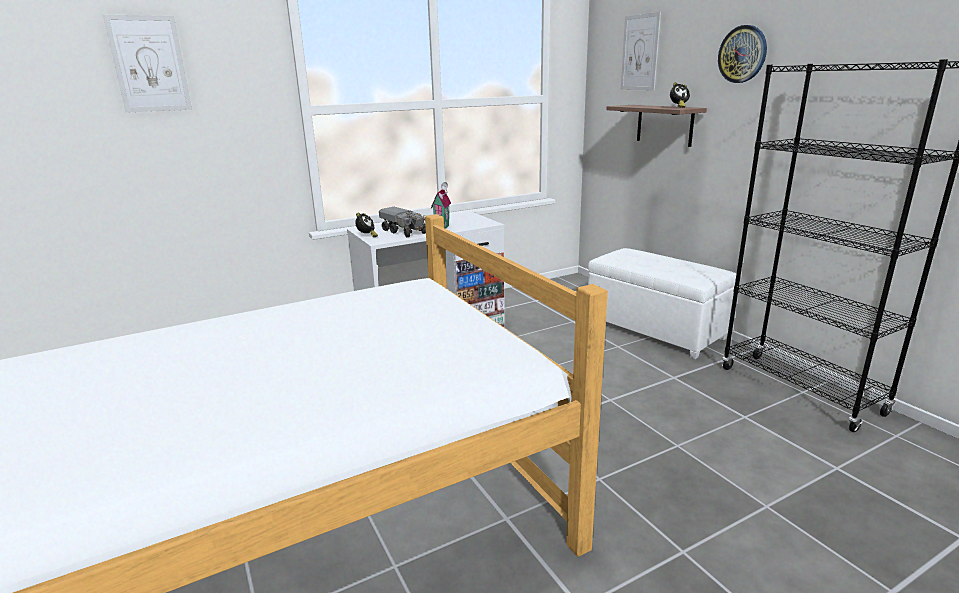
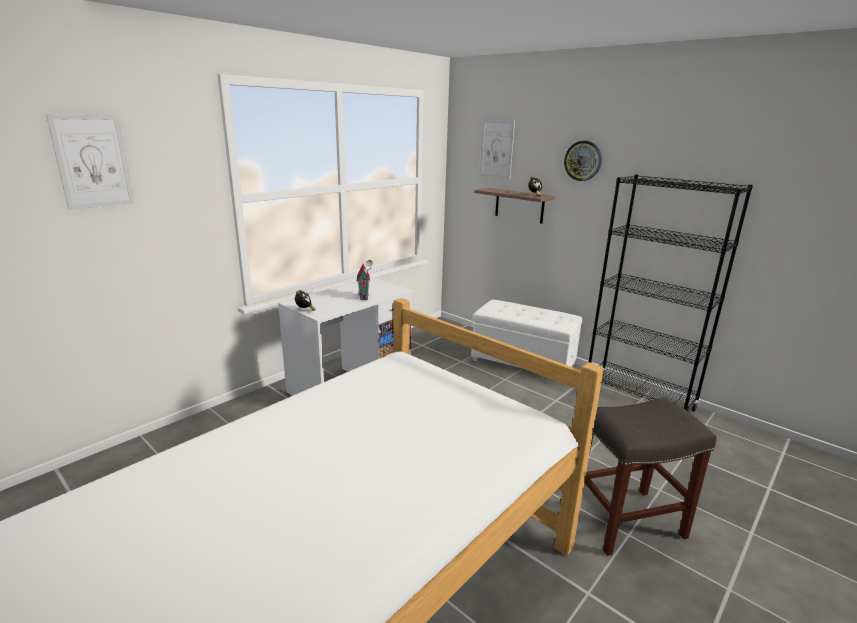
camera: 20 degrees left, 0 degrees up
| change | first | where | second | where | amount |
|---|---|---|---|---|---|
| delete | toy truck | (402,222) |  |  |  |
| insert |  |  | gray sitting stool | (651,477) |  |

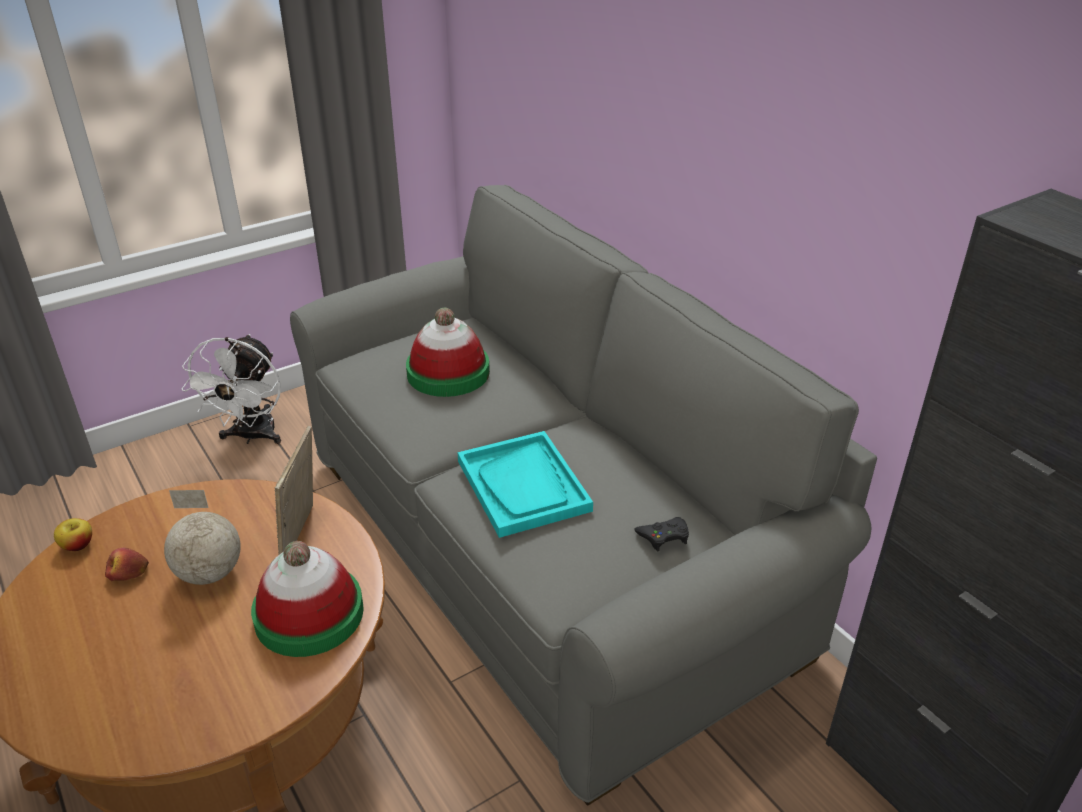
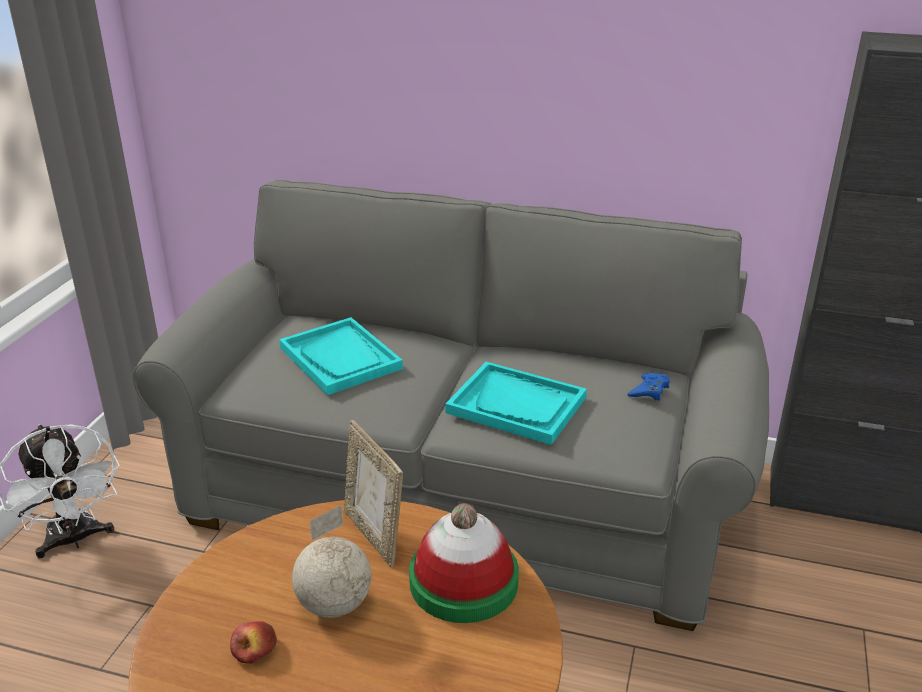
camera: 40 degrees left, 5 degrees down
| change | first | where | second | where | amount |
|---|---|---|---|---|---|
| replace | wearable hat | (448,352) | turquoise tray | (341,356) |  |
| recolor | blackish game controller | (661,534) | blue-coloured game controller | (648,387) |  |
| delete | apple | (73,534) |  |  |  |

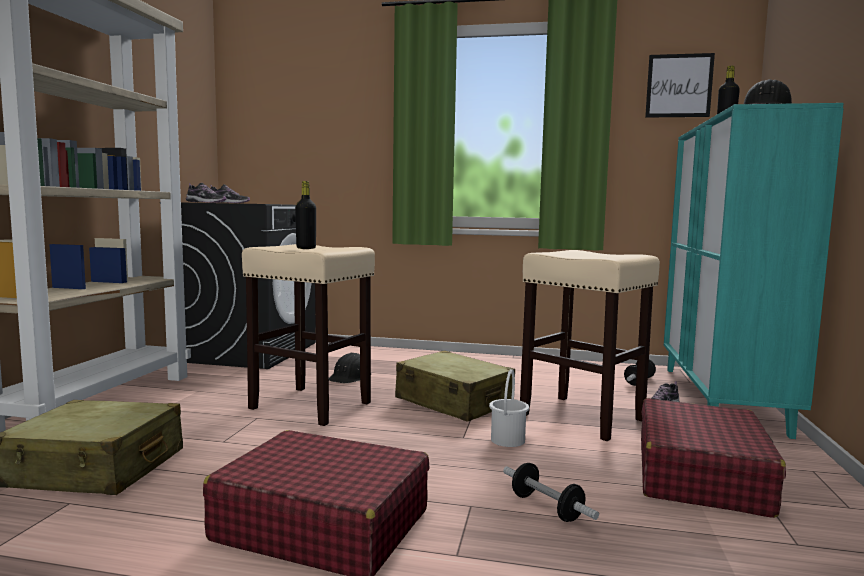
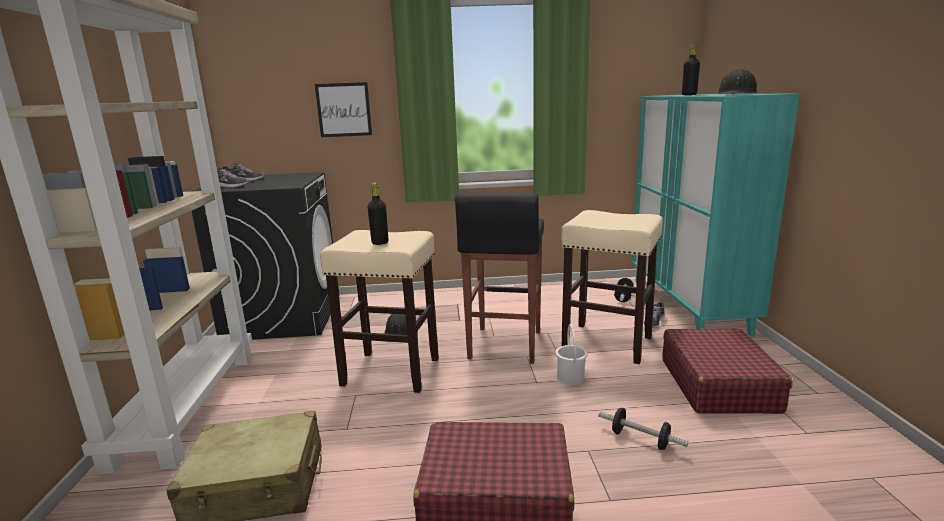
camera: 15 degrees left, 10 degrees up
| change | first | where | second | where | amount |
|---|---|---|---|---|---|
| move | wall picture | (680,85) |  | (343,109) |  |
| replace | beige-coloured piece of luggage | (455,386) | blackish sitting stool | (499,278) |  |

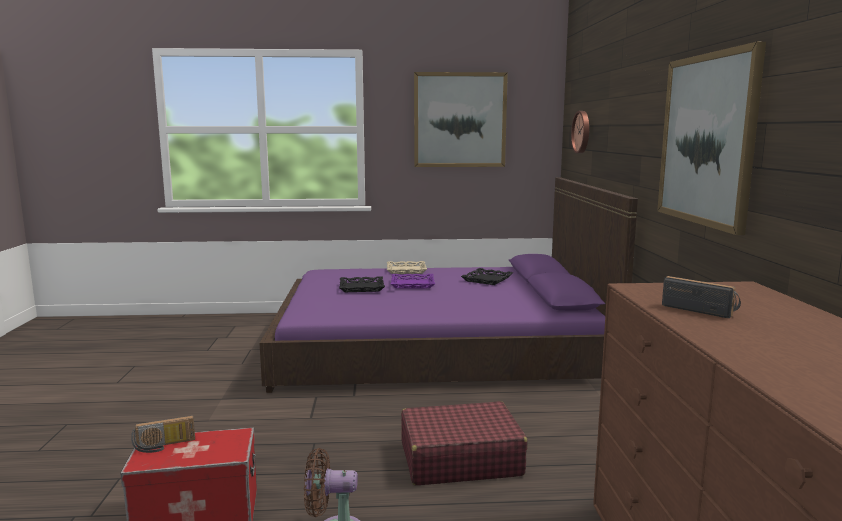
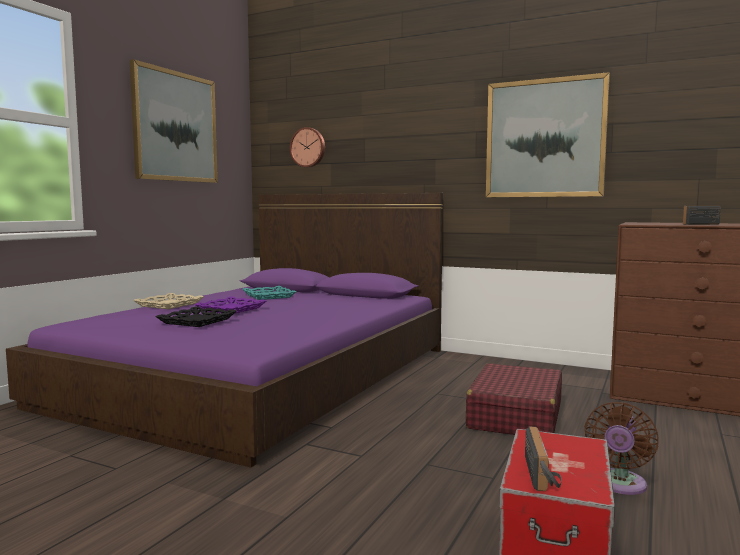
camera: 60 degrees left, 5 degrees down
| change | first | where | second | where | amount |
|---|---|---|---|---|---|
| recolor | blackish tray | (487,276) | turquoise tray | (269,293) |  |

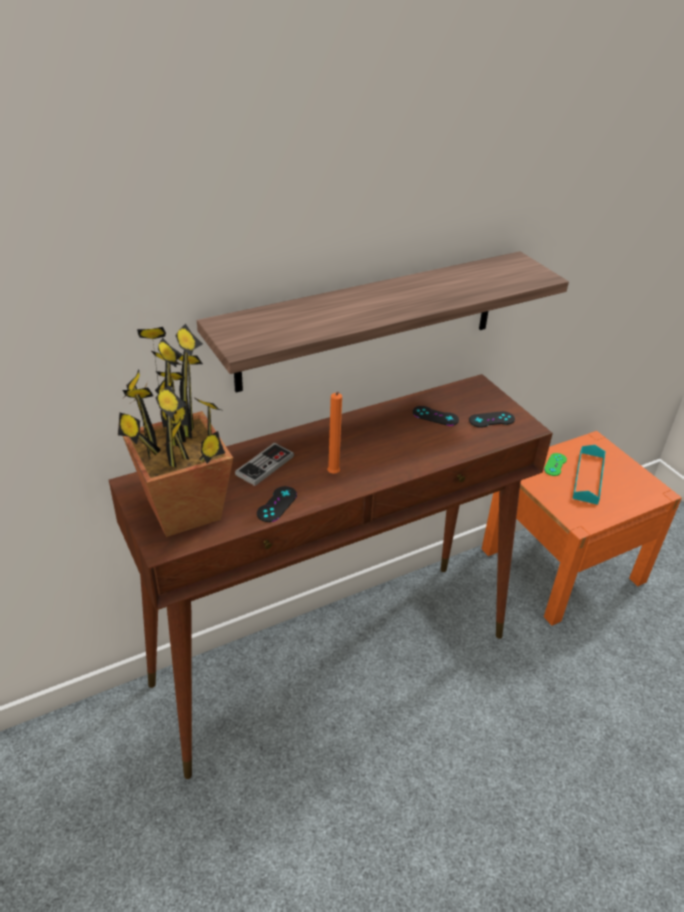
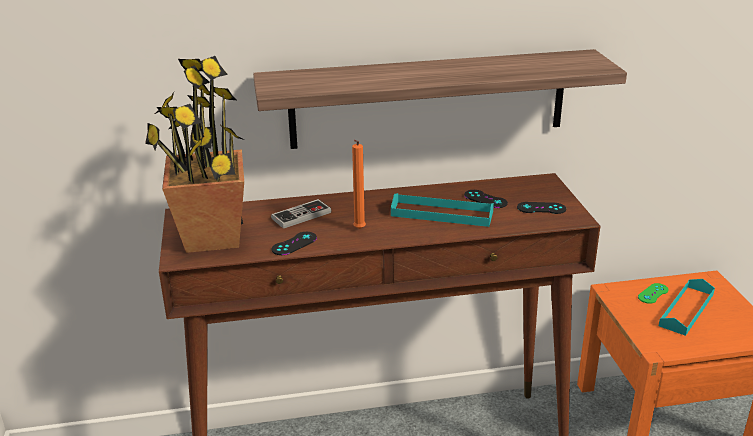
camera: 20 degrees right, 10 degrees down
| change | first | where | second | where | amount |
|---|---|---|---|---|---|
| insert |  |  | turquoise tray | (442,210) |  |

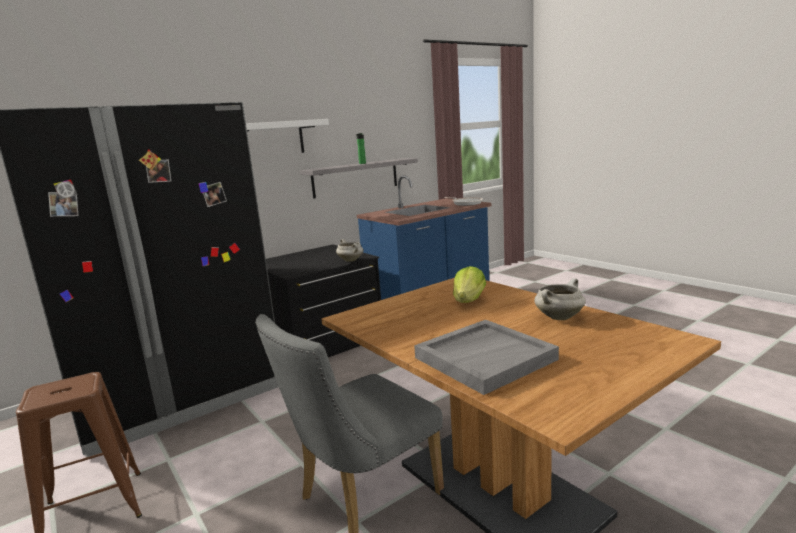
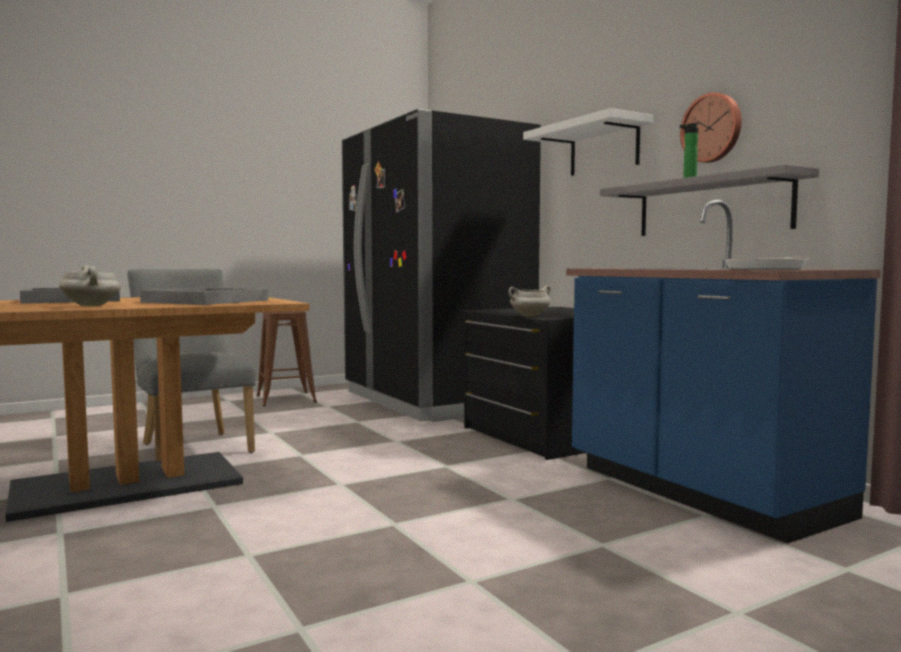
camera: 95 degrees right, 10 degrees down
| change | first | where | second | where | amount |
|---|---|---|---|---|---|
| replace | lettuce head | (469,284) | gray tray | (204,296) |  |
| insert |  |  | hanging clock | (711,127) |  |

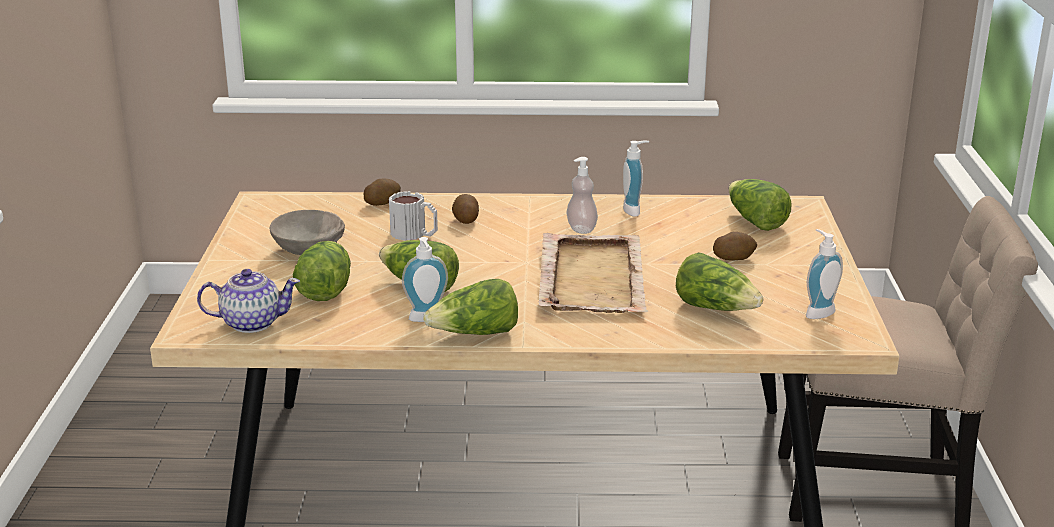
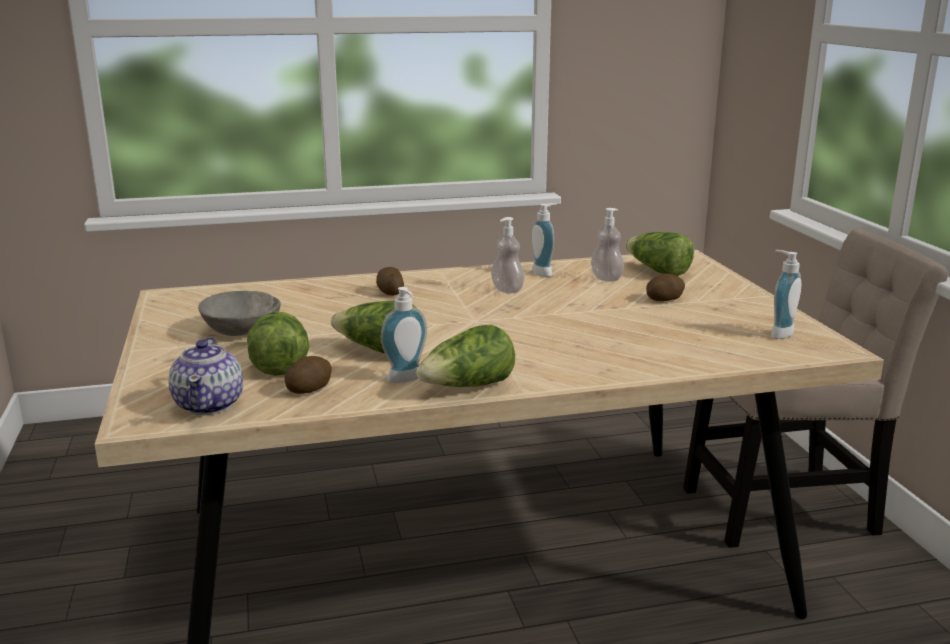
camera: 15 degrees left, 5 degrees down
| change | first | where | second | where | amount |
|---|---|---|---|---|---|
| move | whole potato | (382,192) |  | (308,375) |  |
| delete | tea mug | (413,216) |  |  |  |
| delete | beige-coloured tray | (593,273) |  |  |  |
| delete | lettuce head | (719,282) |  |  |  |
| rotate | teapot | (248,301) |  | (205,376) | 105 degrees clockwise |
| insert |  |  | soap bottle | (607,245) |  |

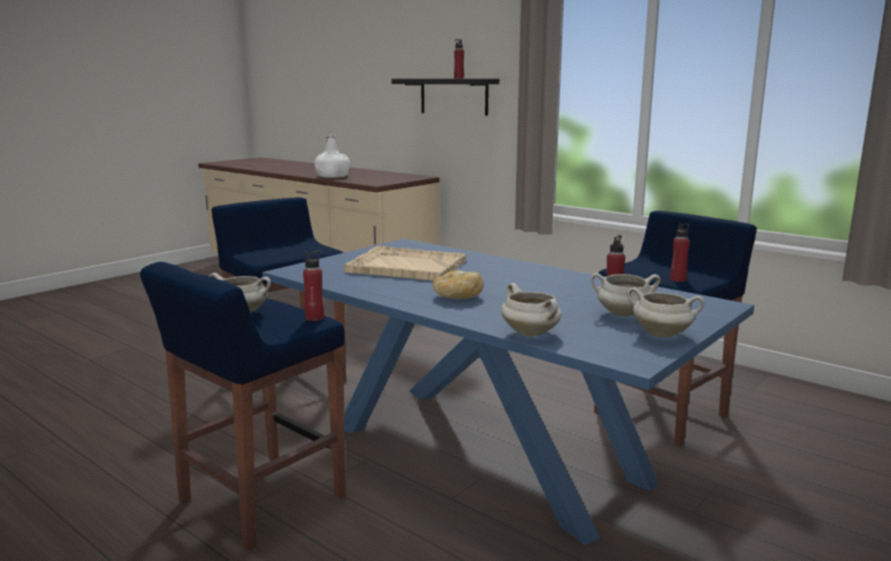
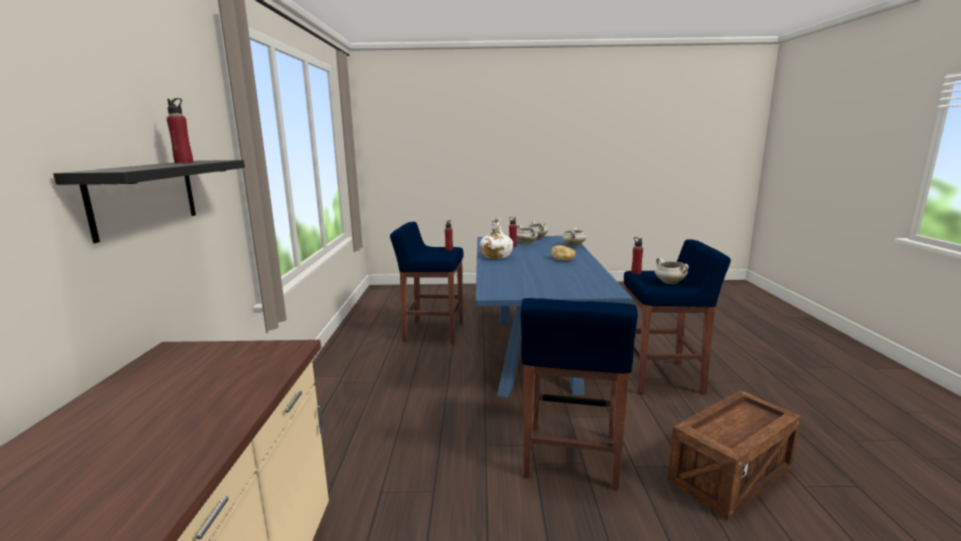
camera: 130 degrees left, 0 degrees up
| change | first | where | second | where | amount |
|---|---|---|---|---|---|
| move | whitish beverage bottle | (332,156) |  | (496,238) |  |
| delete | beige-coloured tray | (405,263) |  |  |  |
| insert |  |  | crate | (734,455) |  |

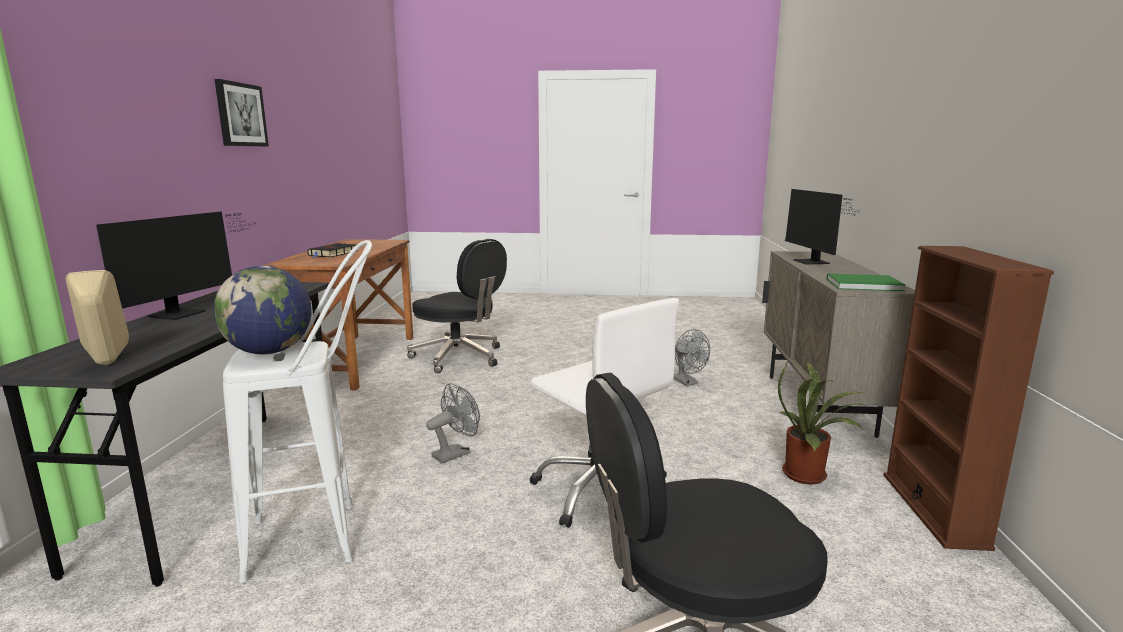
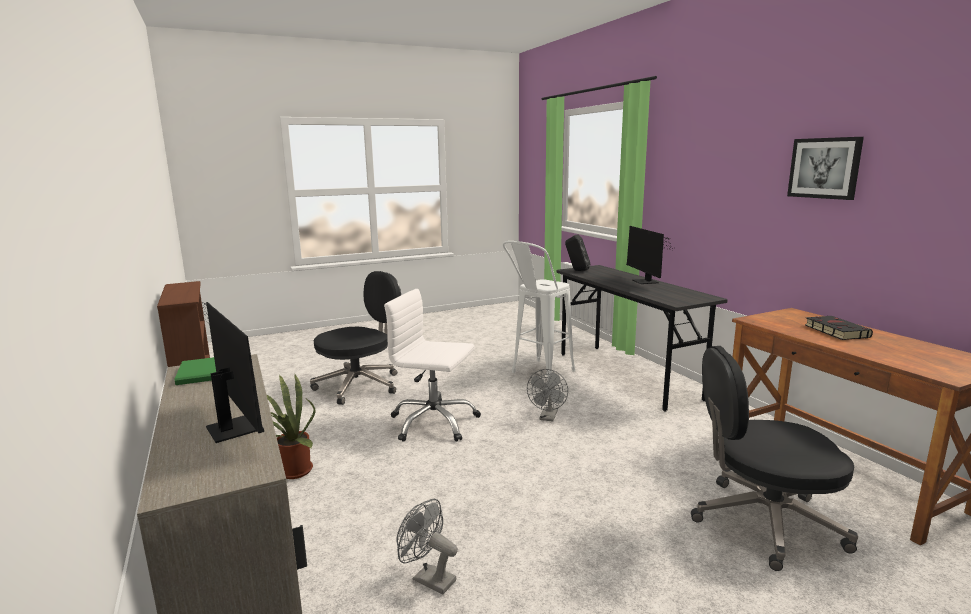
camera: 150 degrees right, 0 degrees up
| change | first | where | second | where | amount |
|---|---|---|---|---|---|
| delete | globe | (262,310) |  |  |  |
| recolor | beige-coloured speaker | (97,317) | blackish speaker | (578,252) |  |

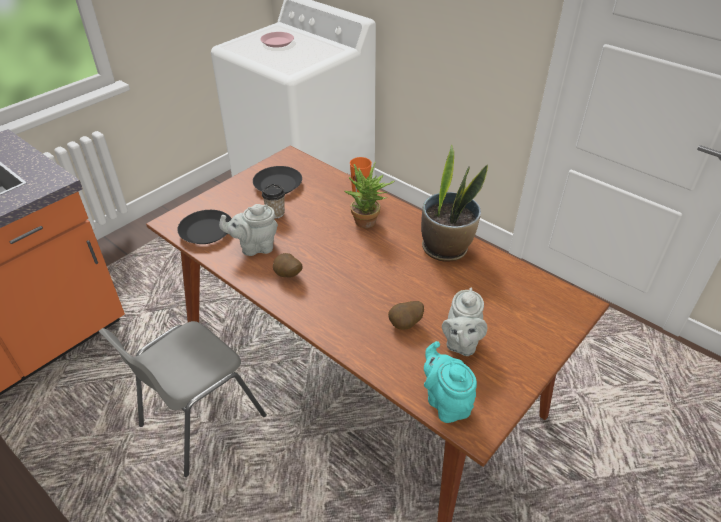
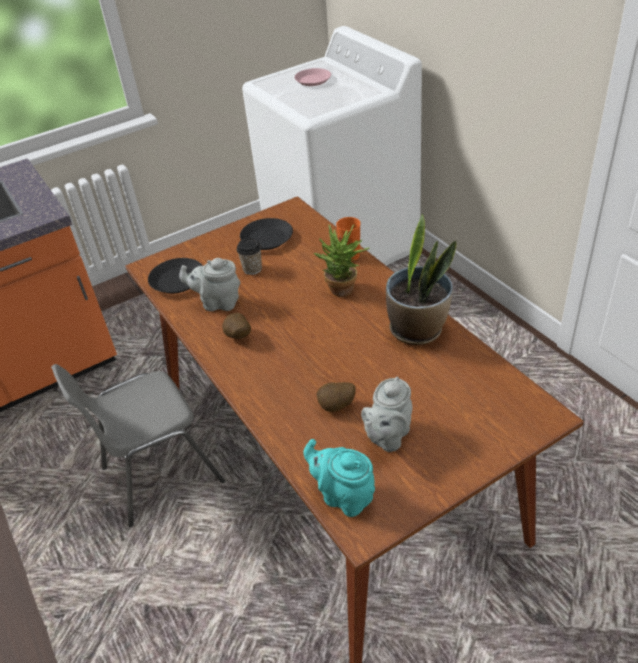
camera: 20 degrees right, 0 degrees up
| change | first | where | second | where | amount |
|---|---|---|---|---|---|
| rotate | turquoise teapot | (450,382) |  | (339,478) | 45 degrees counterclockwise |

